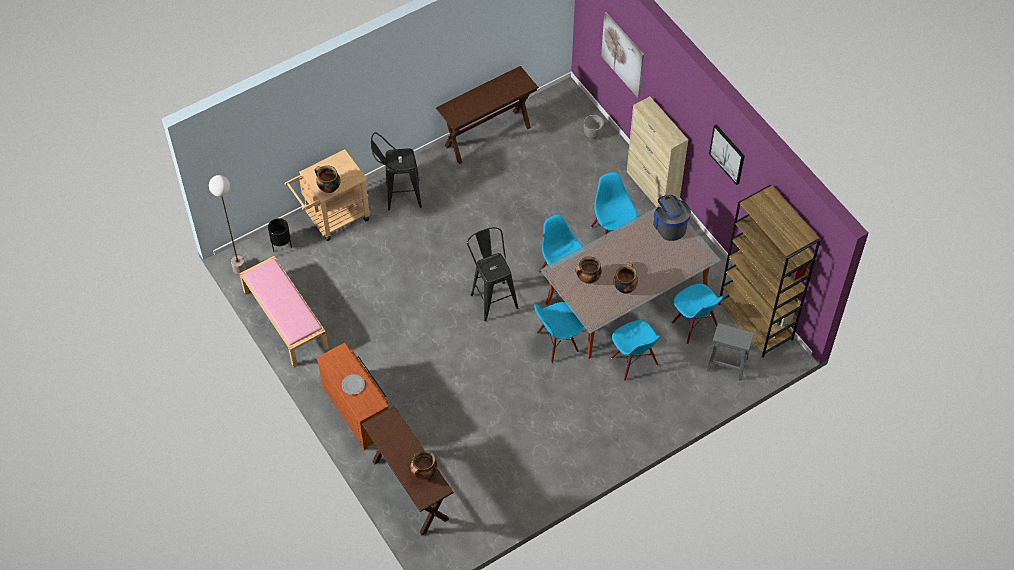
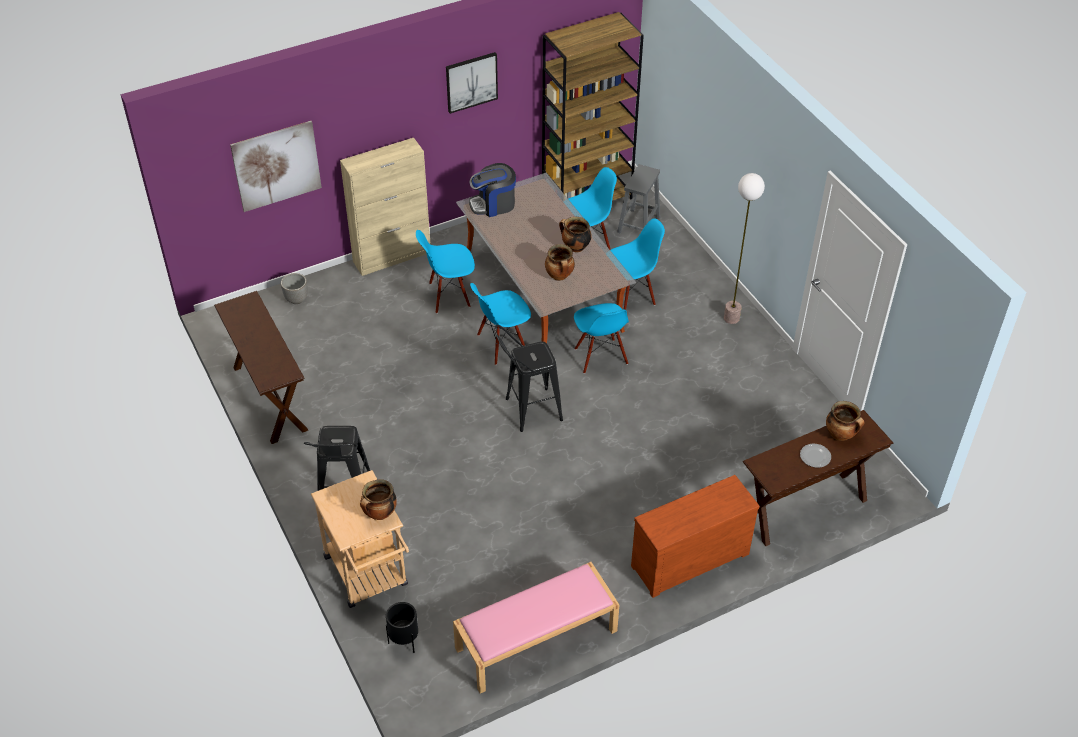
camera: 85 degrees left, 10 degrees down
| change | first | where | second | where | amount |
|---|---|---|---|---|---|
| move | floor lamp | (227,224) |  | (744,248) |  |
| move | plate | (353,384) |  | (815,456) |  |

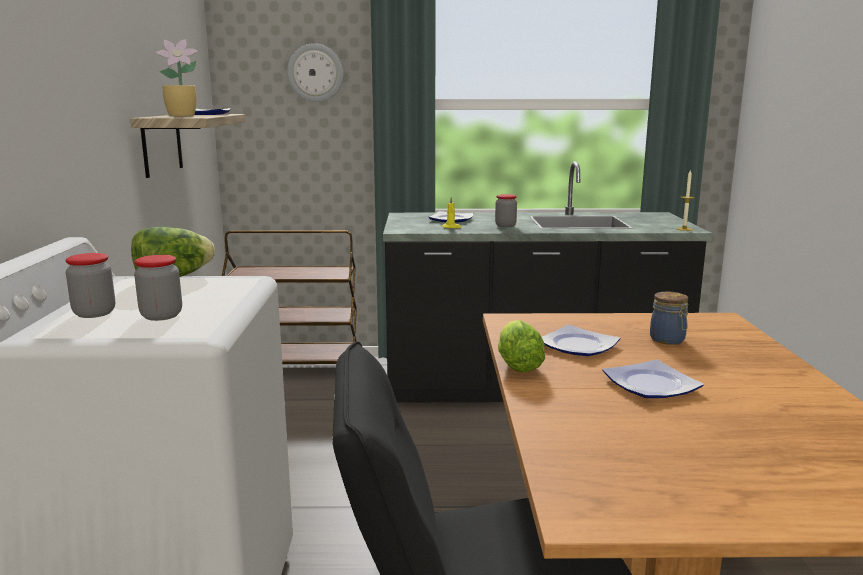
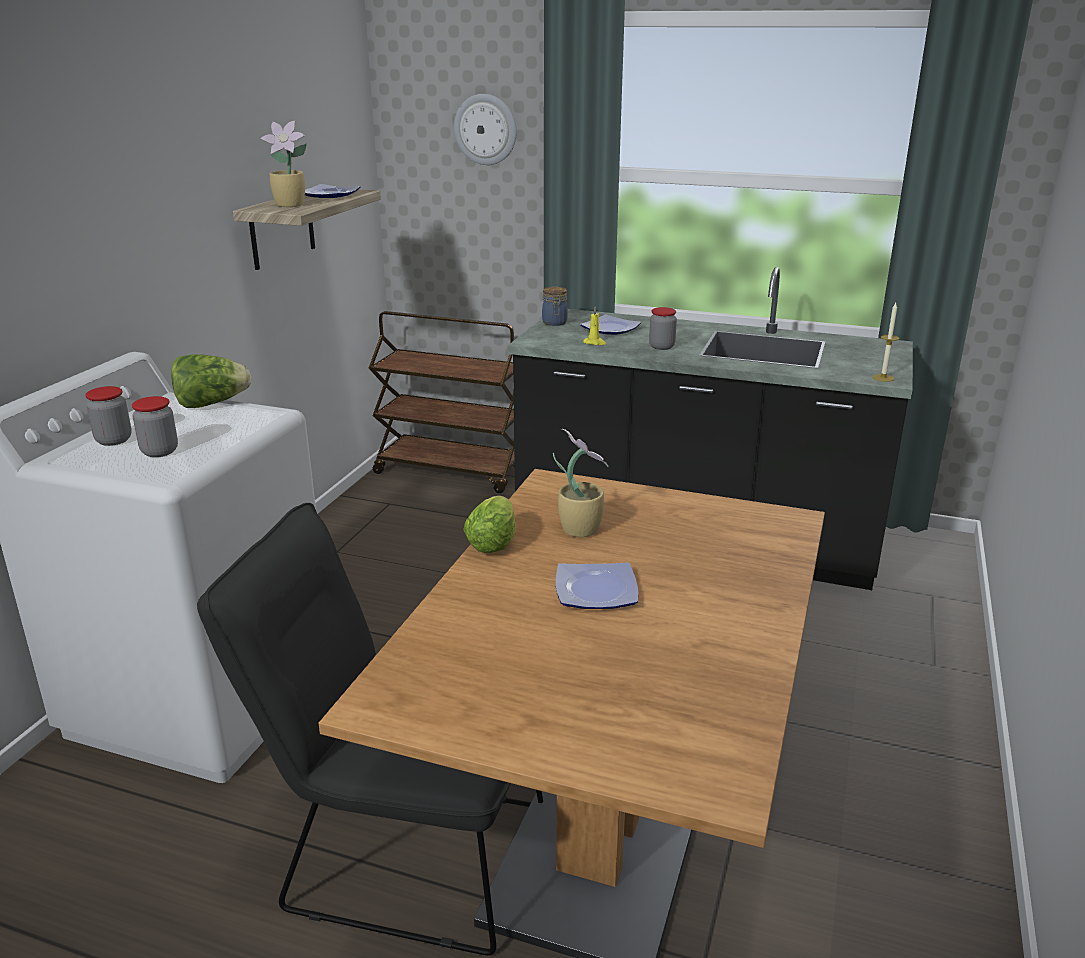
camera: 20 degrees right, 10 degrees up
| change | first | where | second | where | amount |
|---|---|---|---|---|---|
| move | jar | (669,318) |  | (555,306) |  |
| replace | plate | (581,340) | potted plant | (580,483) |  |

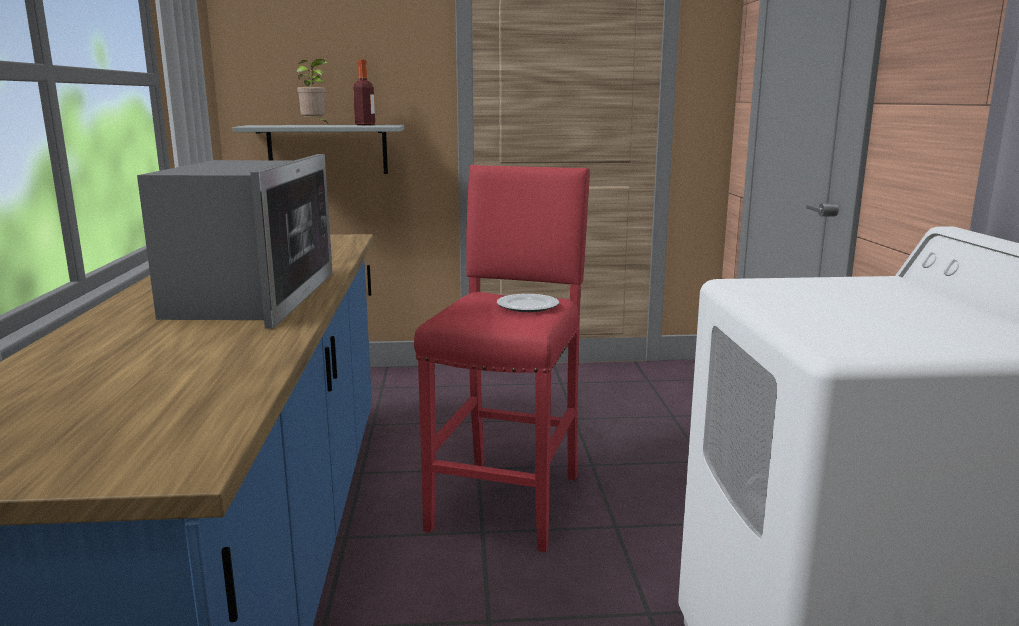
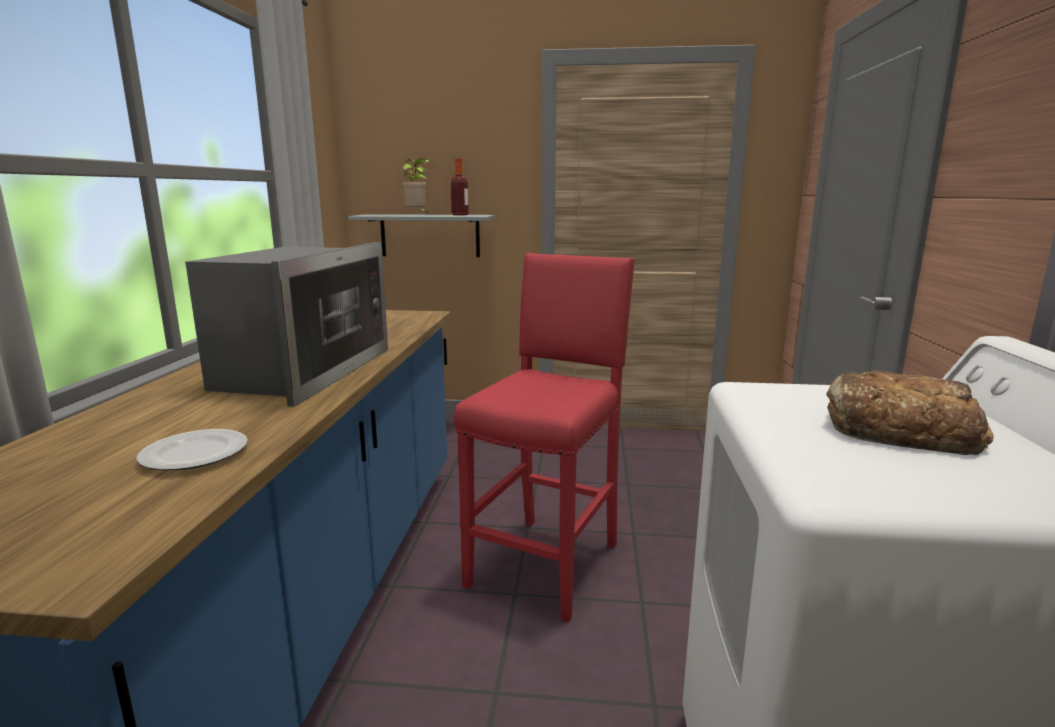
camera: 10 degrees right, 0 degrees up
| change | first | where | second | where | amount |
|---|---|---|---|---|---|
| move | plate | (528,303) |  | (192,449) |  |
| insert |  |  | bread | (910,412) |  |

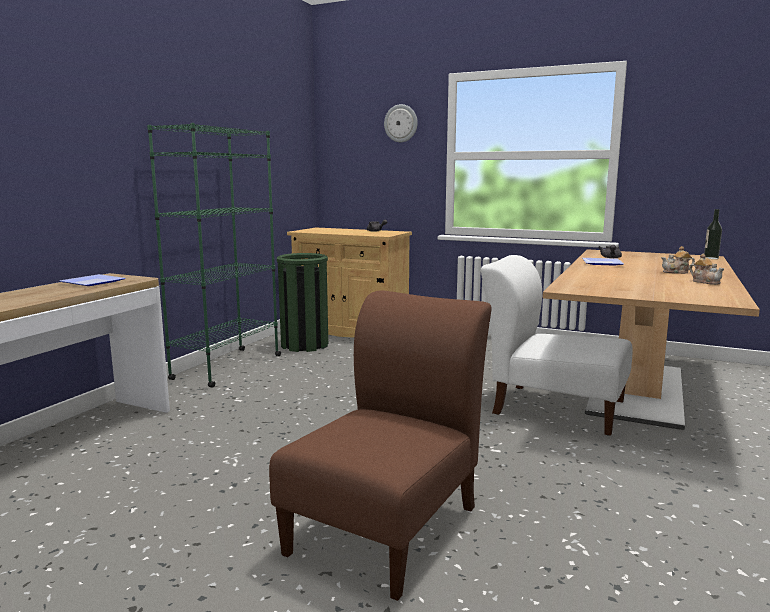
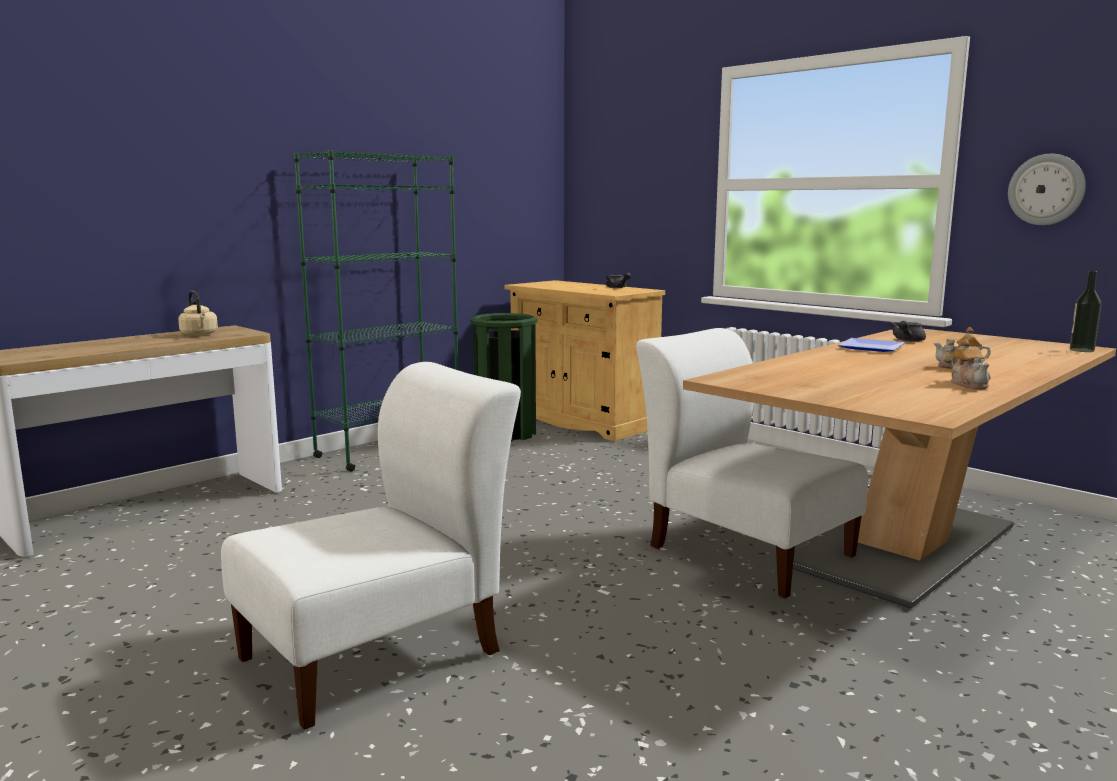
camera: 20 degrees right, 0 degrees up
| change | first | where | second | where | amount |
|---|---|---|---|---|---|
| move | hanging clock | (401,123) |  | (1047,189) |  |
| replace | plate | (92,280) | beige-coloured water kettle | (198,313) |  |
| recolor | brown chair | (380,445) | whitish chair | (371,546) |  |

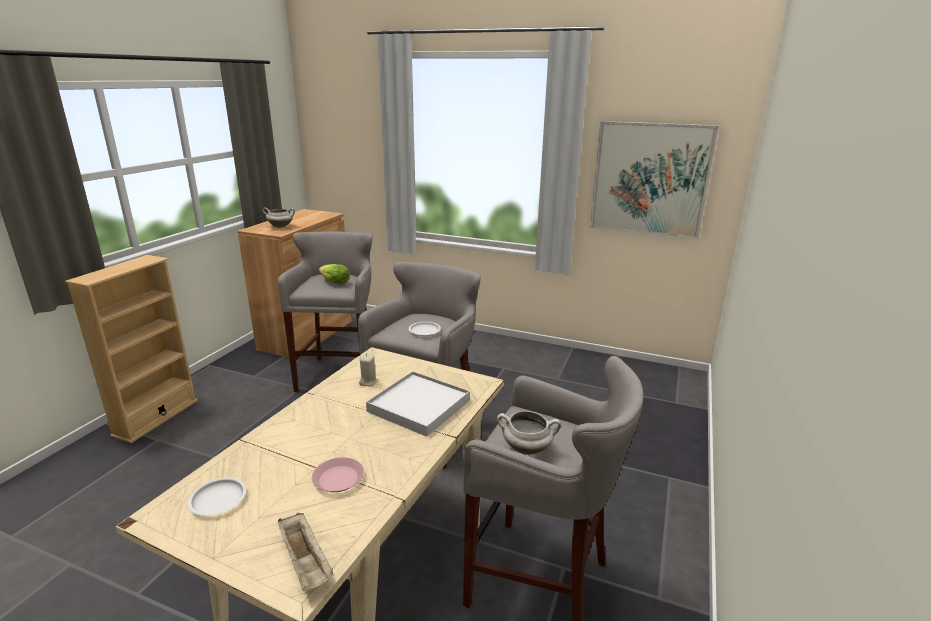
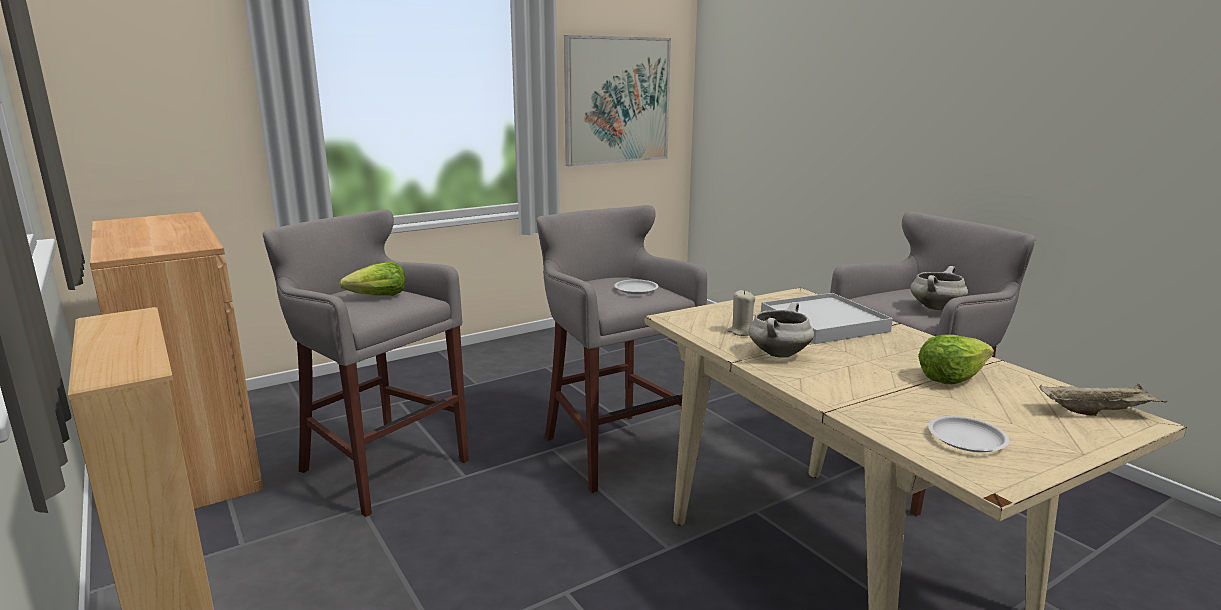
camera: 55 degrees left, 5 degrees down
| change | first | where | second | where | amount |
|---|---|---|---|---|---|
| move | whitish saucepot | (278,217) |  | (781,330) |  |
| replace | pink plate | (338,474) | lettuce head | (956,359) |  |

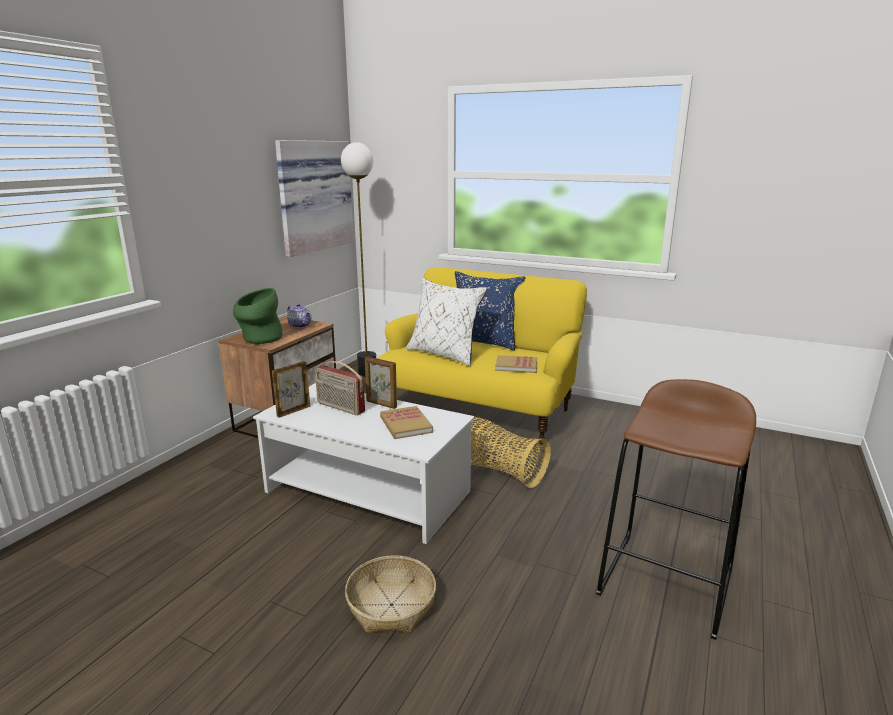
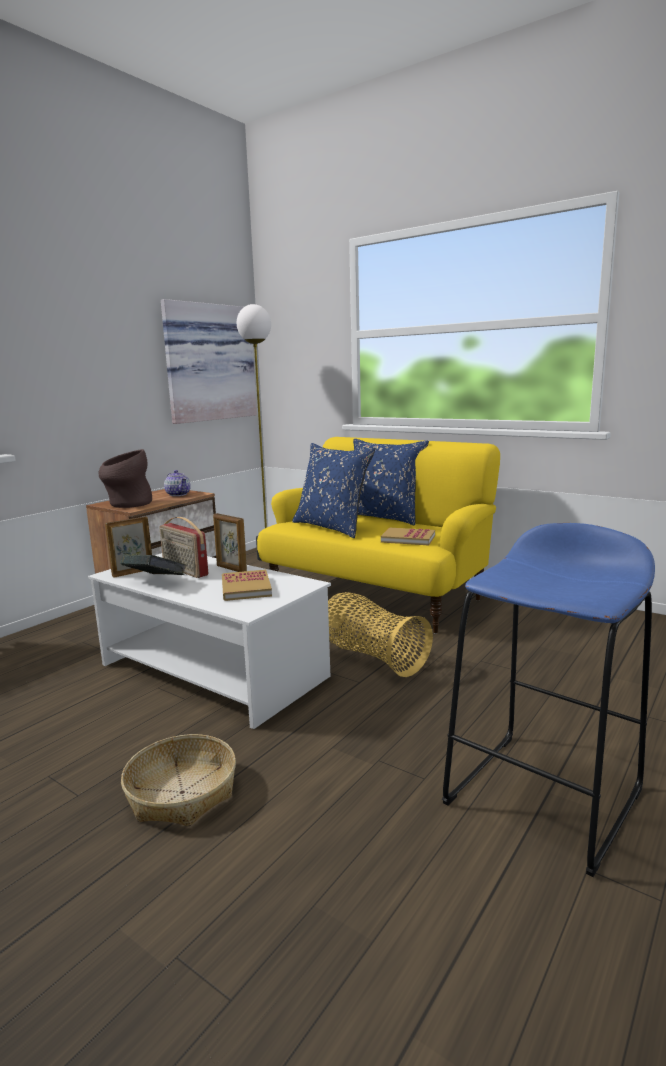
camera: 10 degrees right, 5 degrees down
| change | first | where | second | where | amount |
|---|---|---|---|---|---|
| recolor | whitish throw pillow | (446,322) | blue-coloured throw pillow | (333,490) |  |
| recolor | greenish vase | (258,316) | brown vase | (125,478) |  |
| recolor | brown sitting stool | (676,509) | blue-coloured sitting stool | (548,700) |  |
| insert |  |  | volume | (153,564) |  |

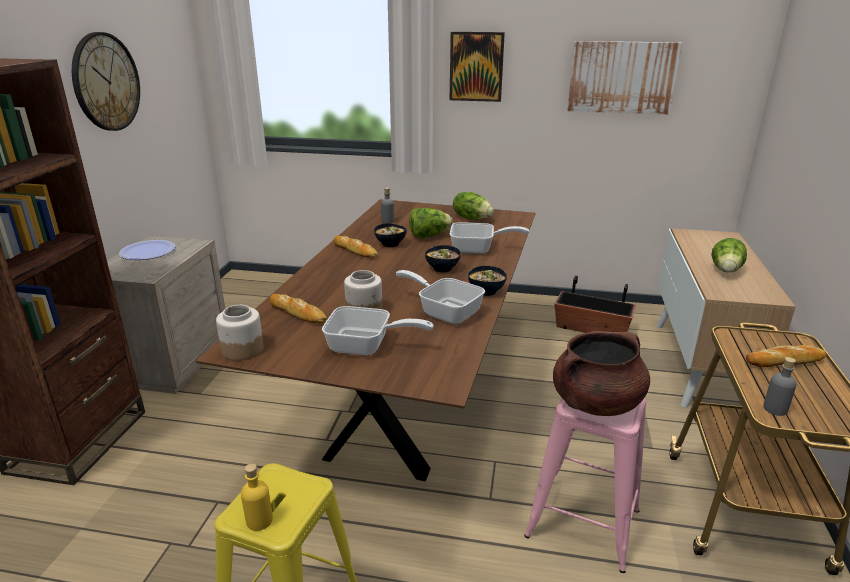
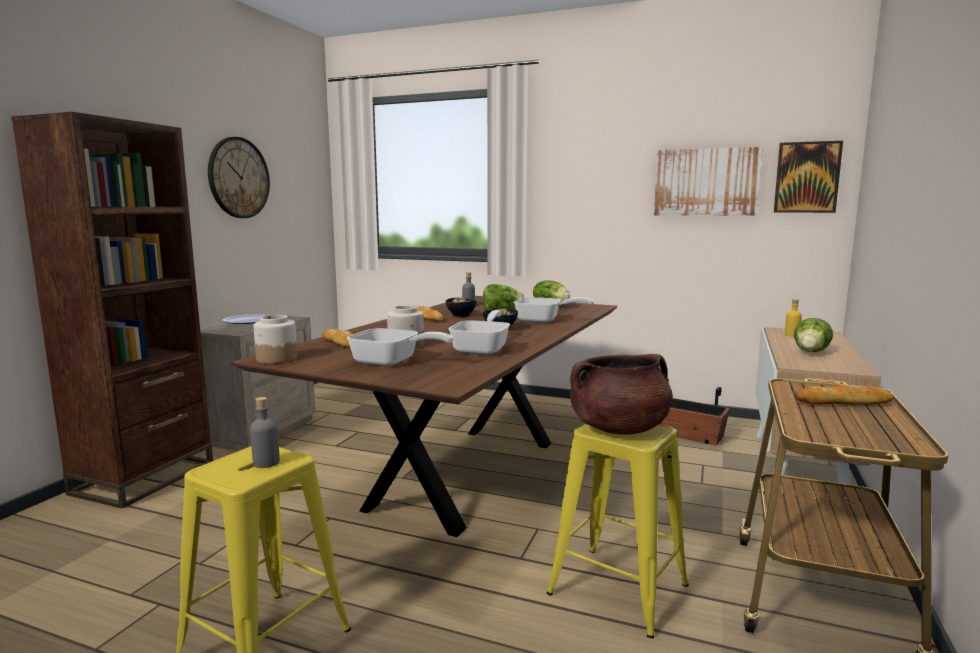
camera: 10 degrees right, 15 degrees down
| change | first | where | second | where | amount |
|---|---|---|---|---|---|
| move | wall picture | (477,67) |  | (808,177) |  |
| delete | deep dish | (487,281) |  |  |  |
| rotate | pan | (440,297) |  | (479,332) | 60 degrees clockwise |
| move | gray beverage bottle | (780,386) |  | (265,432) |  |
| recolor | pink sitting stool | (585,485) | yellow-coloured sitting stool | (618,531) |  |
| move | yellow-coloured beverage bottle | (257,497) |  | (793,318) |  |

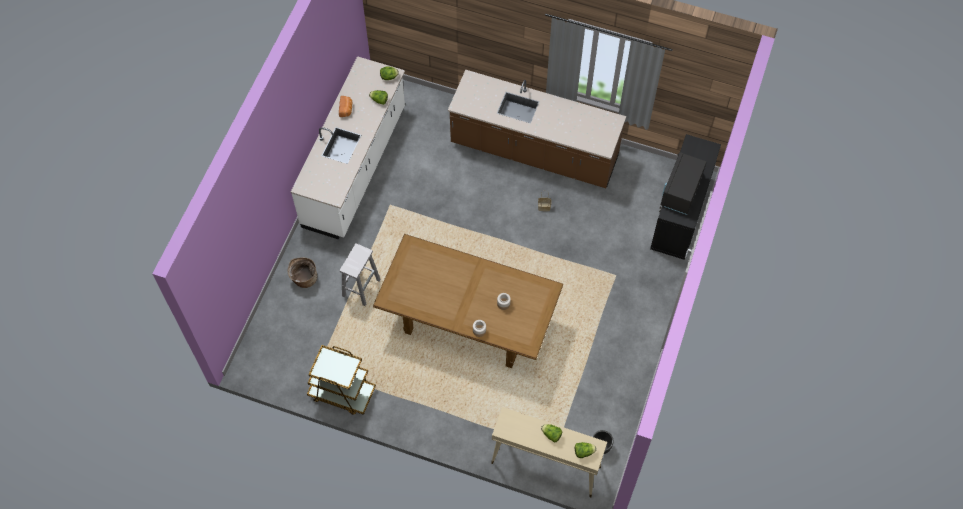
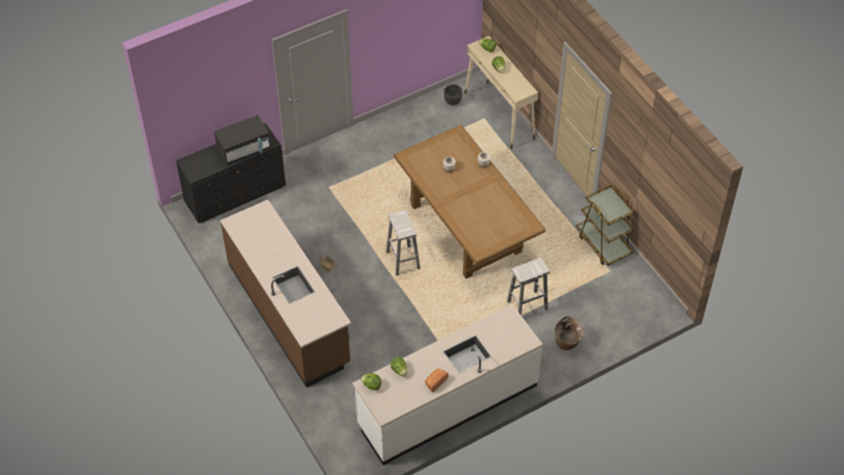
camera: 140 degrees left, 10 degrees down
| change | first | where | second | where | amount |
|---|---|---|---|---|---|
| insert |  |  | whitish sitting stool | (403,243) |  |

